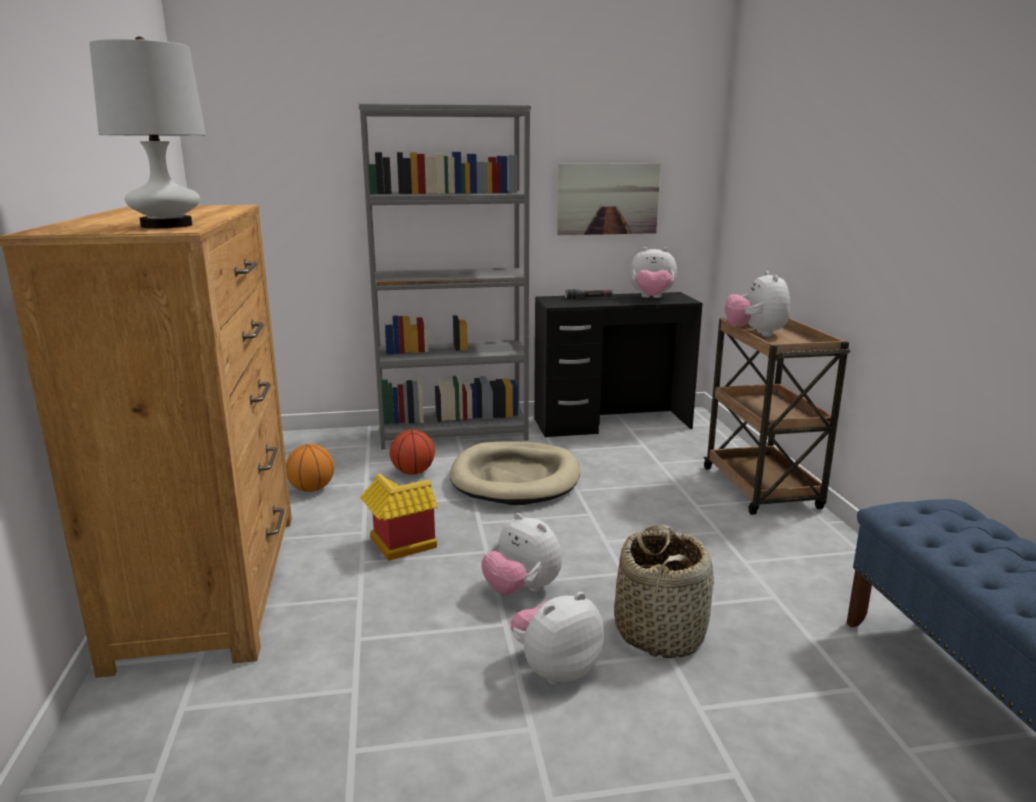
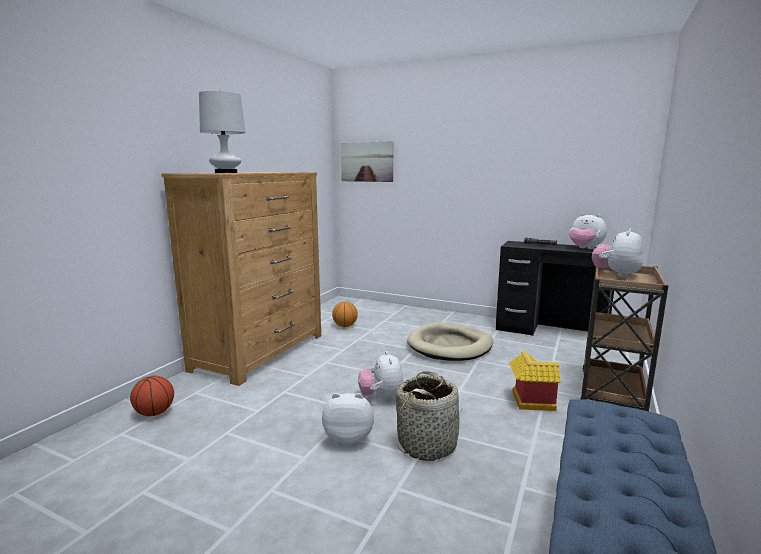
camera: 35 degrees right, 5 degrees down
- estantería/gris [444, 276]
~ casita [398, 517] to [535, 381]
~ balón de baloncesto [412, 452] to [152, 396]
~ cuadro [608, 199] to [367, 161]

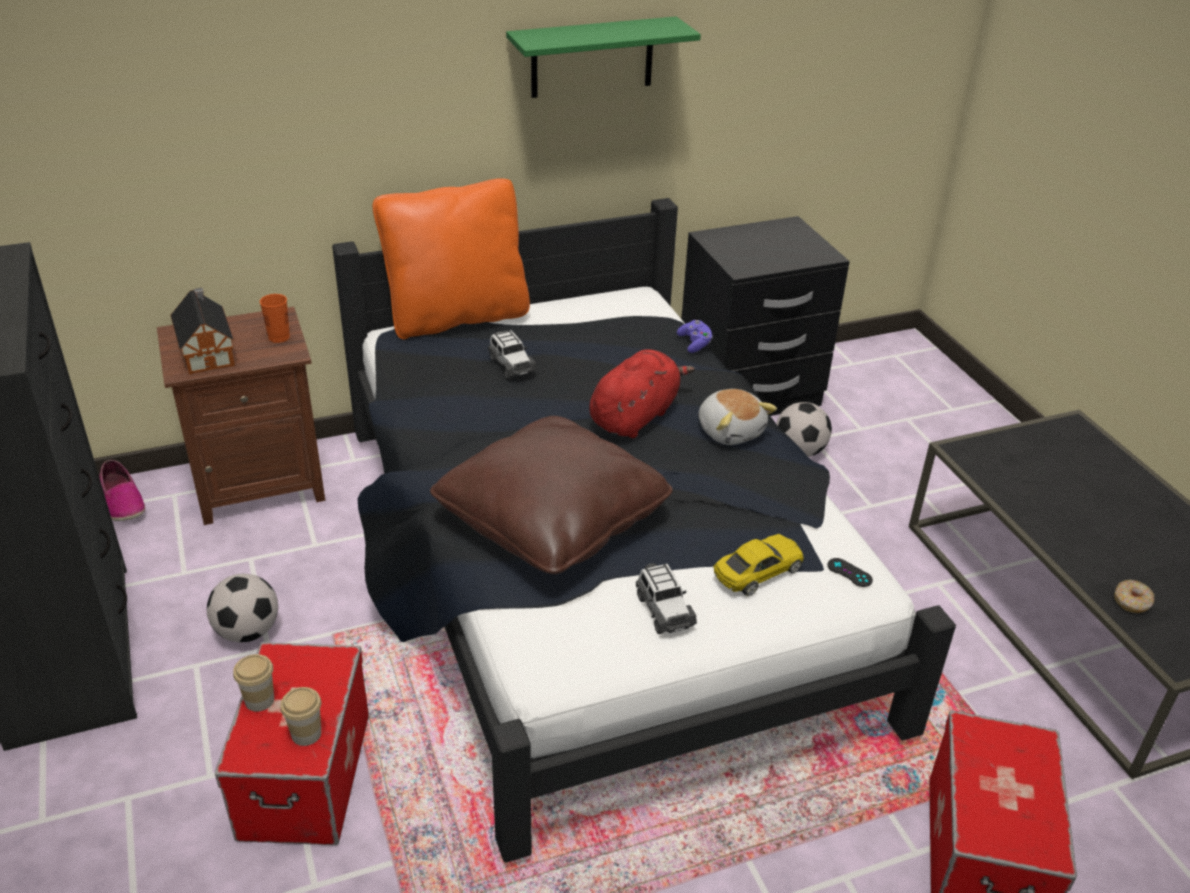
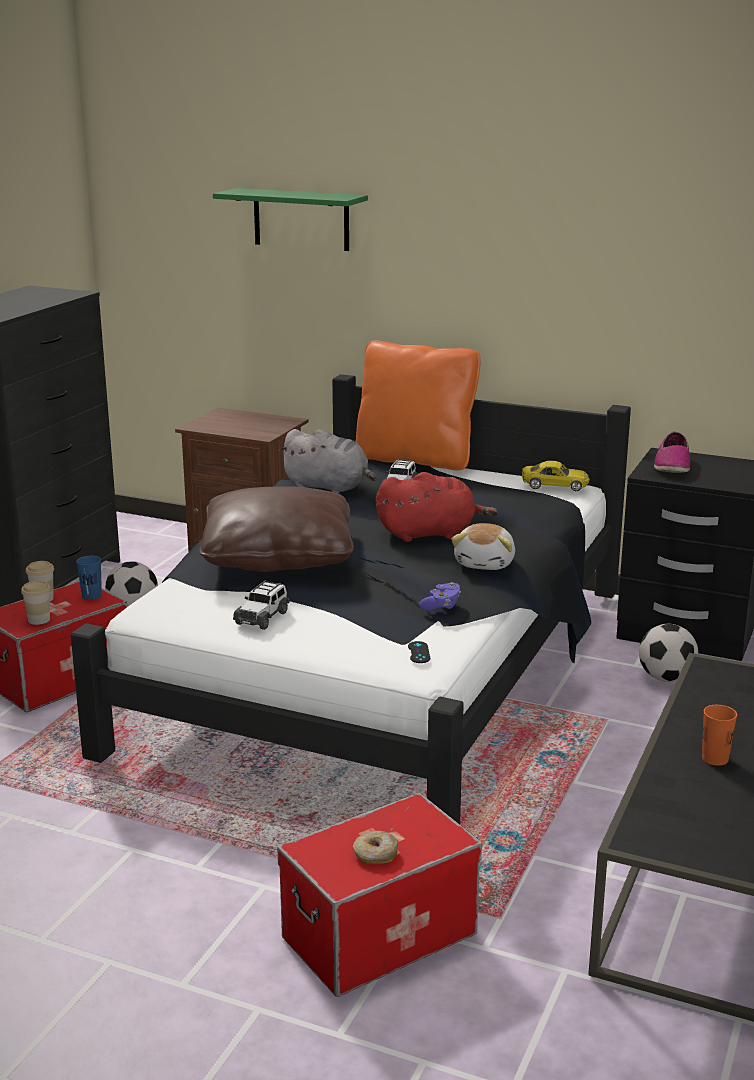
camera: 45 degrees right, 15 degrees down
- casita [202, 331]
+ taza/azul [89, 578]
+ peluche/gris [328, 461]
~ zapato [122, 490] to [672, 452]
~ taza/naranja [275, 318] to [719, 735]
~ estante/verde [603, 57] to [290, 219]
~ mando de consola/morado [695, 336] to [440, 596]
~ coche de juguete/amarillo [758, 565] to [556, 476]
~ rosquilla [1134, 596] to [375, 847]

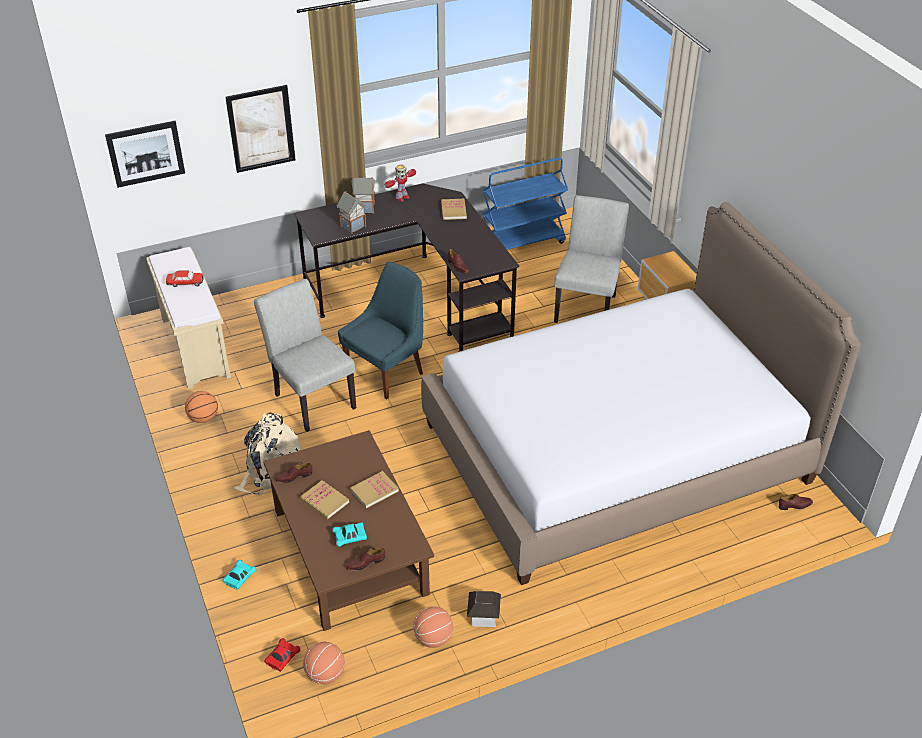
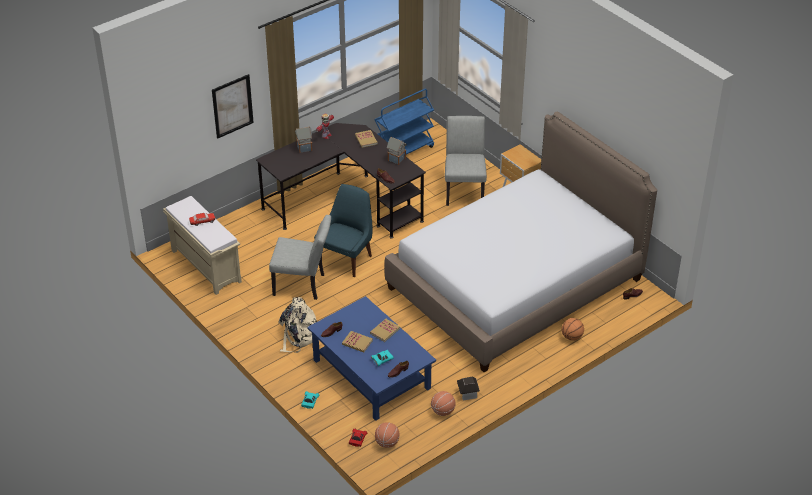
camera: 15 degrees left, 0 degrees up
- cuadro [145, 154]
~ balón de baloncesto [201, 407] to [573, 329]
~ casita [351, 212] to [397, 150]
~ mesa de centro/marrón [348, 530] to mesa de centro/azul [371, 358]
~ silla/gris [305, 355] = [300, 257] 150 degrees clockwise

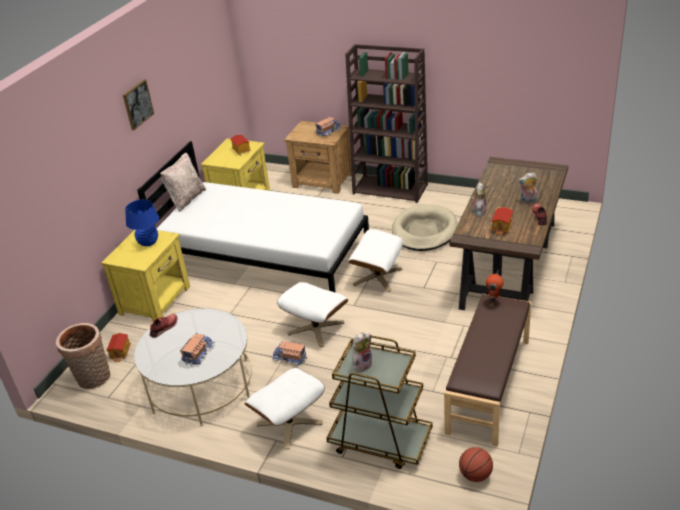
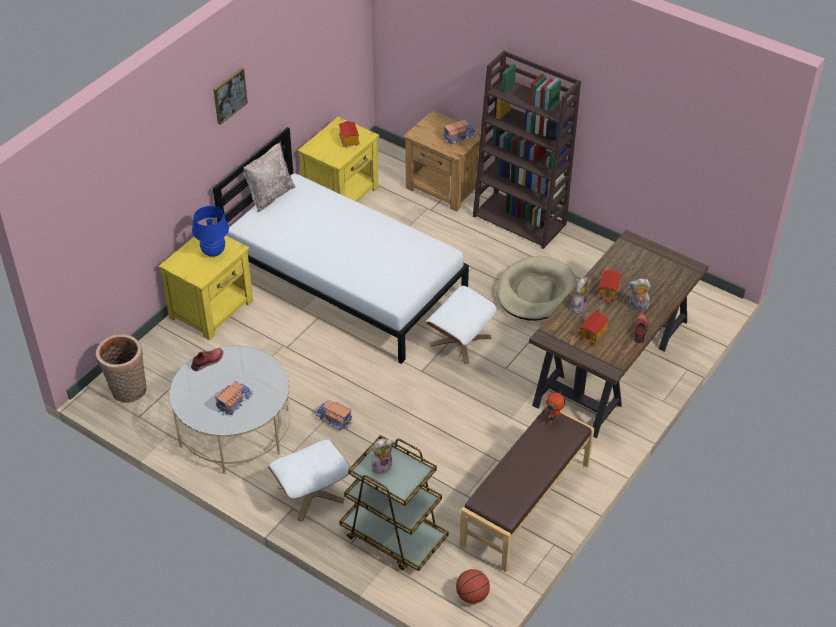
camera: 10 degrees right, 10 degrees up
- puf/blanco [312, 314]
~ casita [118, 347] to [609, 286]

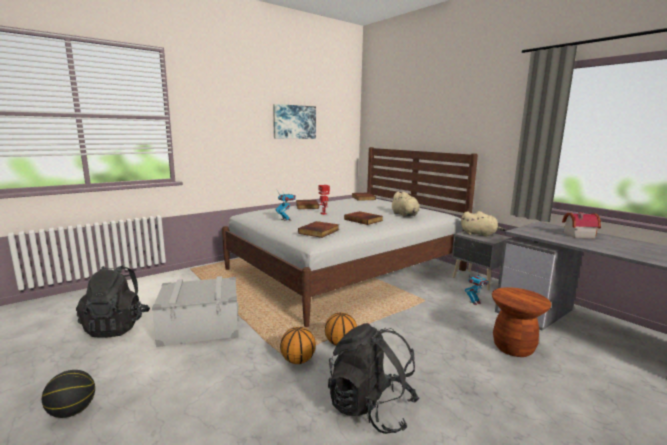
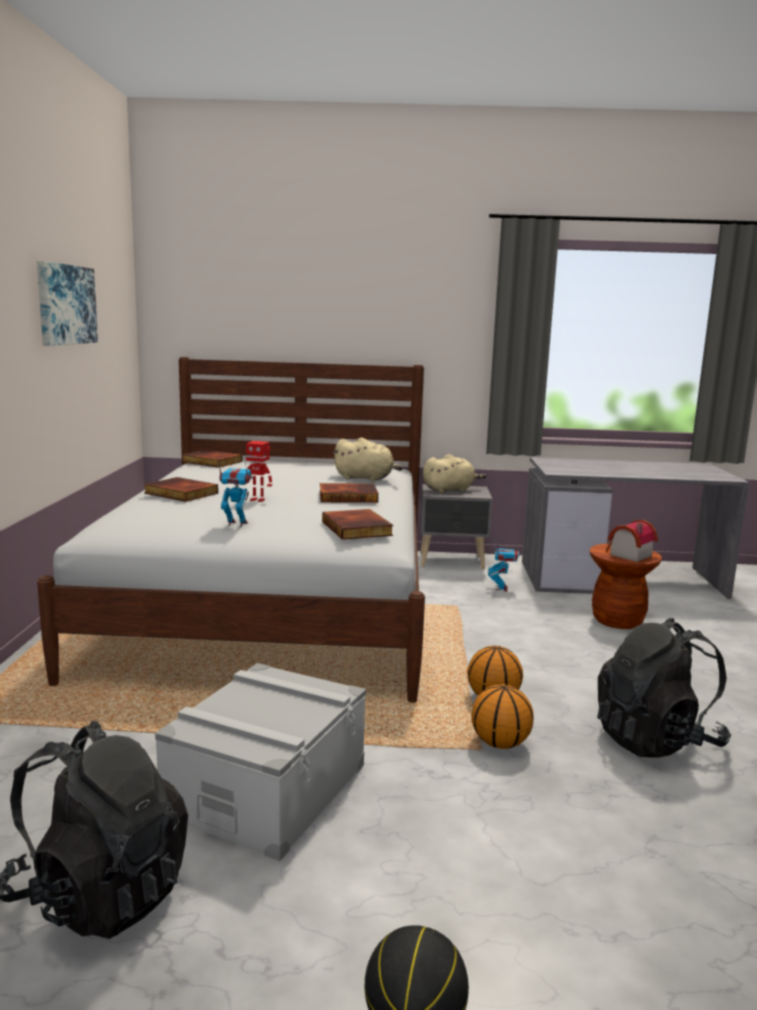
camera: 50 degrees left, 0 degrees up
~ casita [581, 225] to [632, 541]

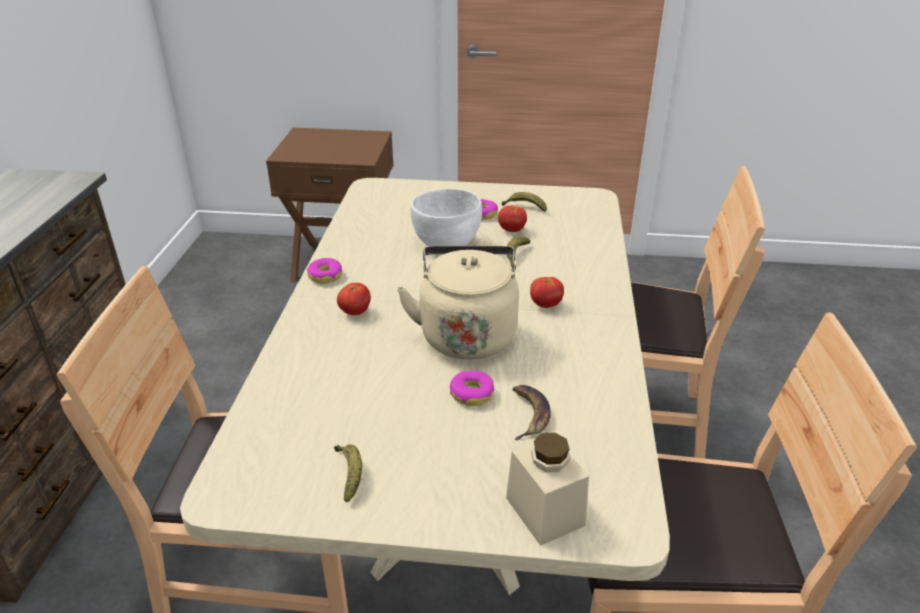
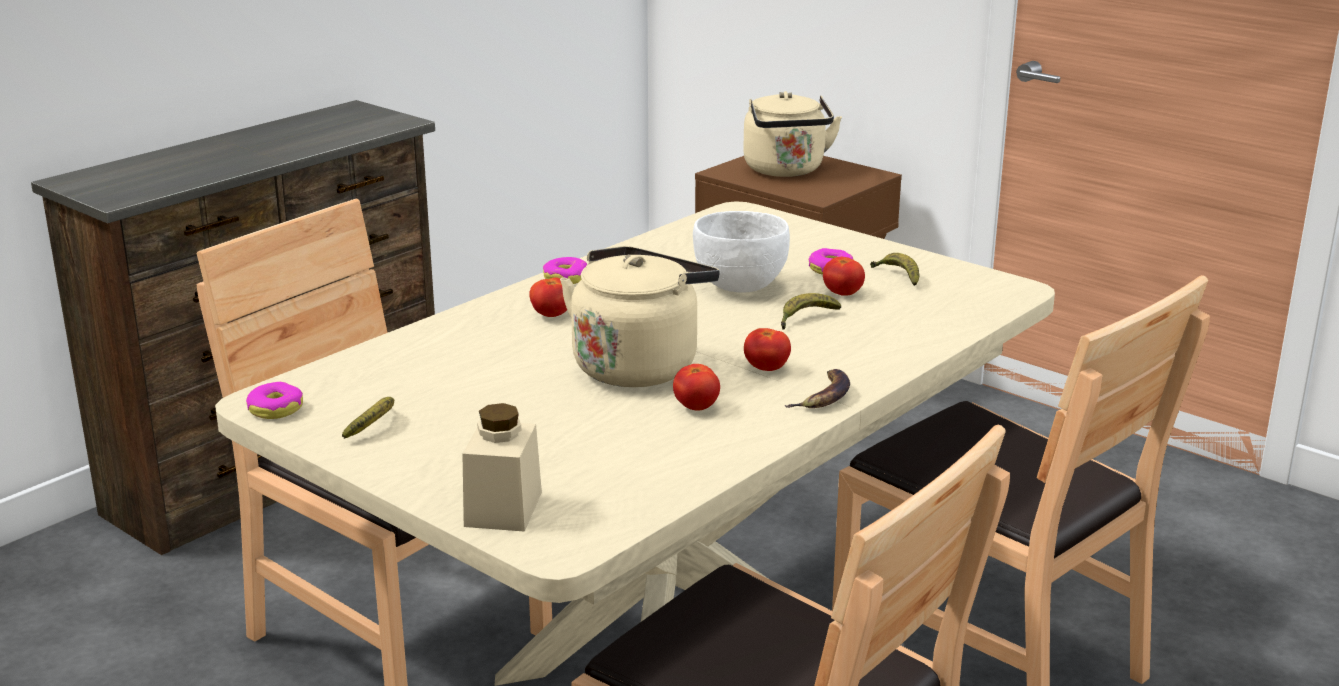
camera: 35 degrees right, 10 degrees down
+ tomate [696, 387]
+ hervidor/beis [792, 134]
~ rosquilla [472, 388] to [274, 400]
~ plátano [532, 412] to [817, 388]

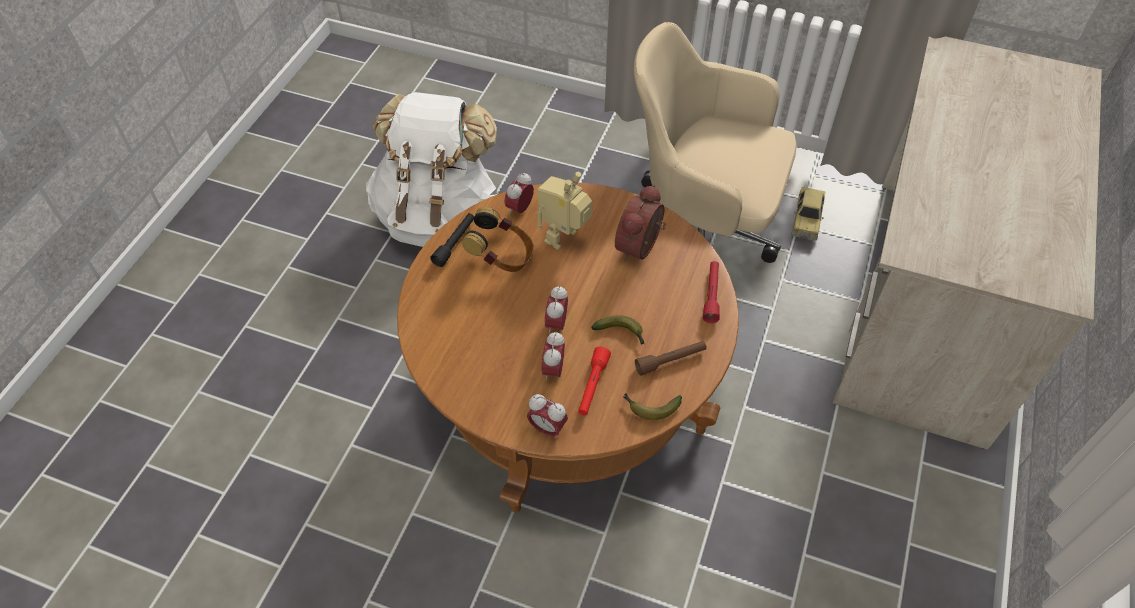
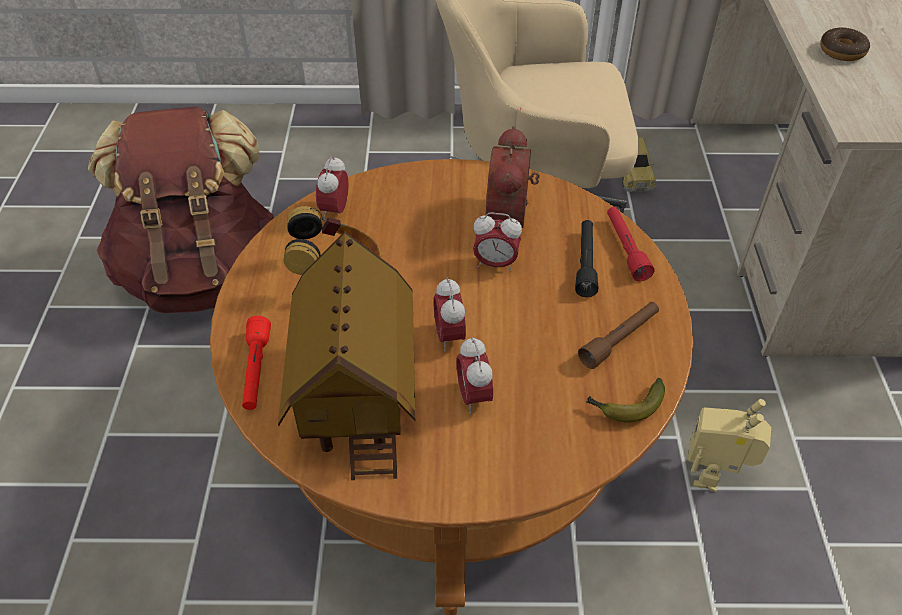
camera: 20 degrees left, 5 degrees down
- plátano [617, 329]
+ casita [346, 355]
+ rosquilla [845, 44]
~ linterna/negro [452, 240] to [586, 258]
~ despertador [547, 417] to [497, 241]
~ robot de juguete [564, 211] to [729, 445]
~ linterna/rojo [594, 381] to [256, 363]
~ mochila/blanco [432, 169] to mochila/marrón [181, 210]

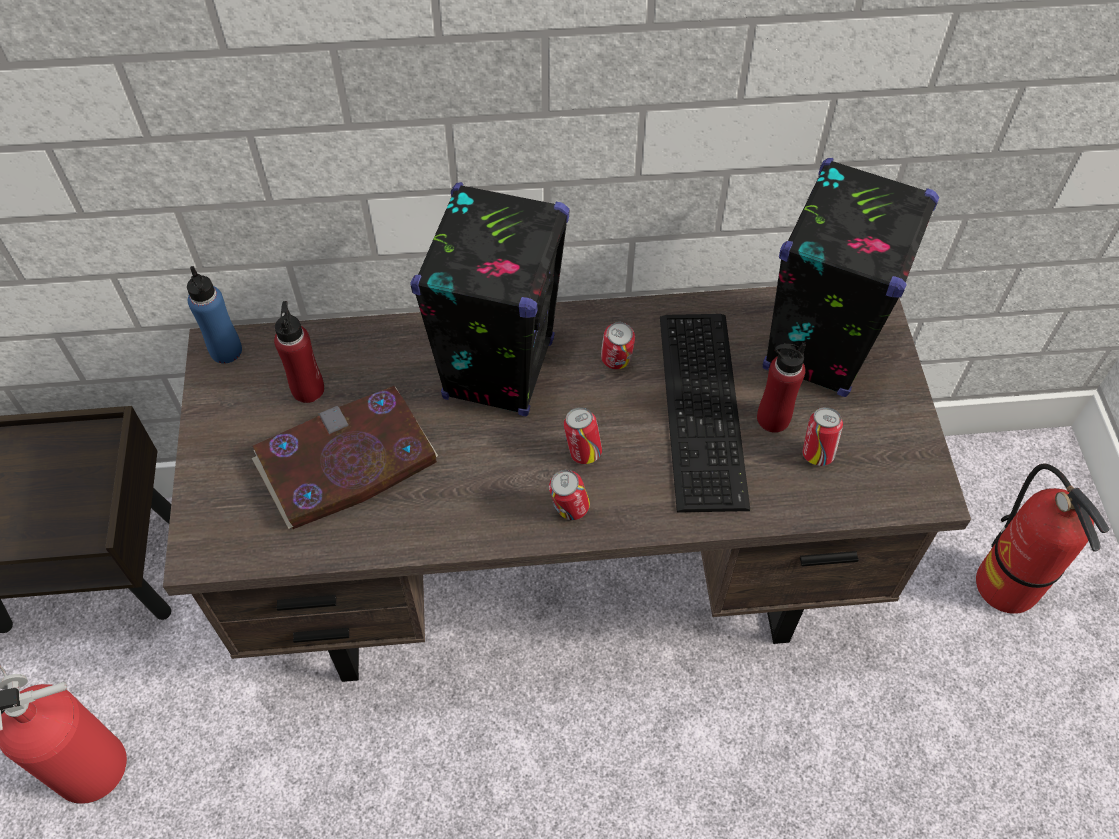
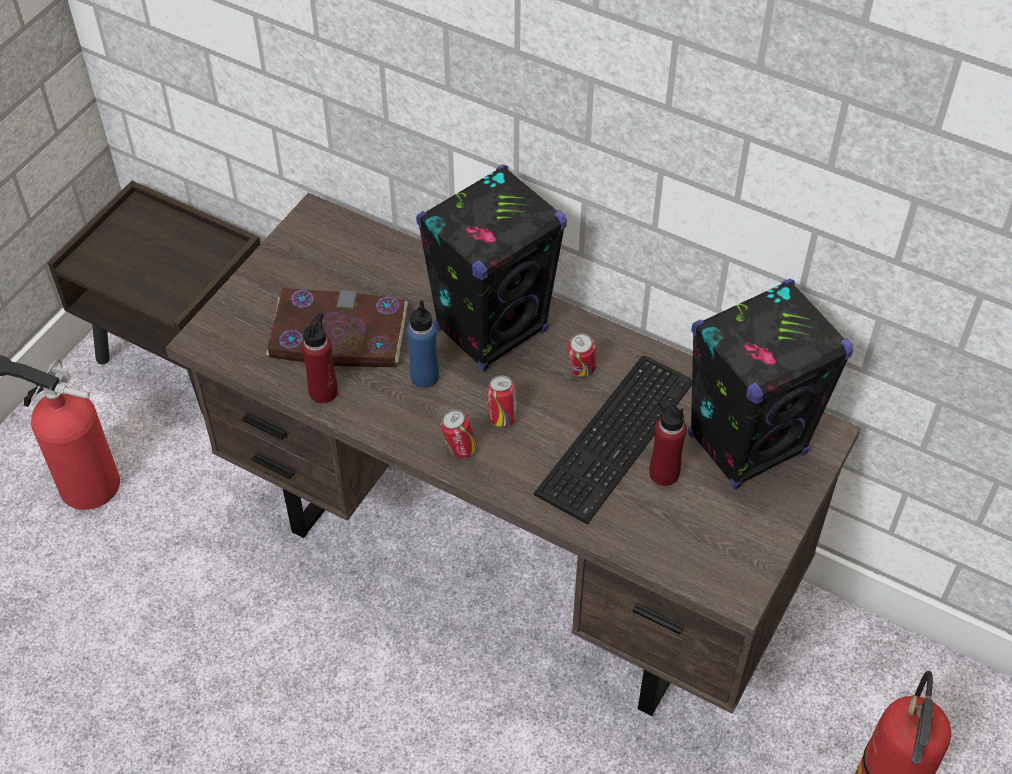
camera: 35 degrees right, 5 degrees down
- lata [822, 436]
~ botella/azul [214, 315] to [423, 344]
~ botella/rojo [299, 352] to [319, 358]

